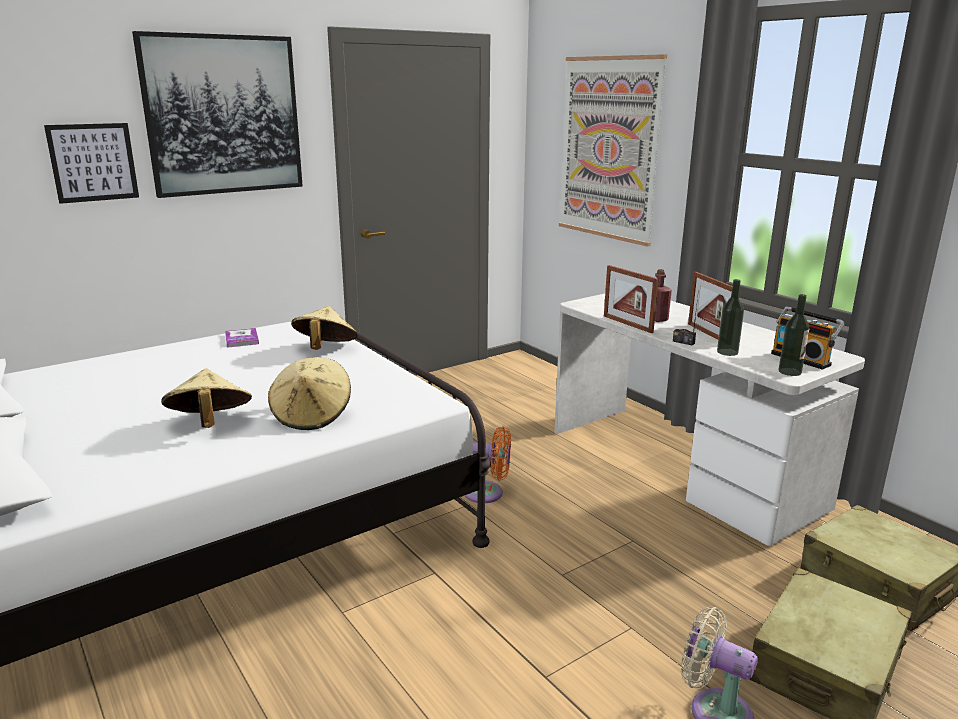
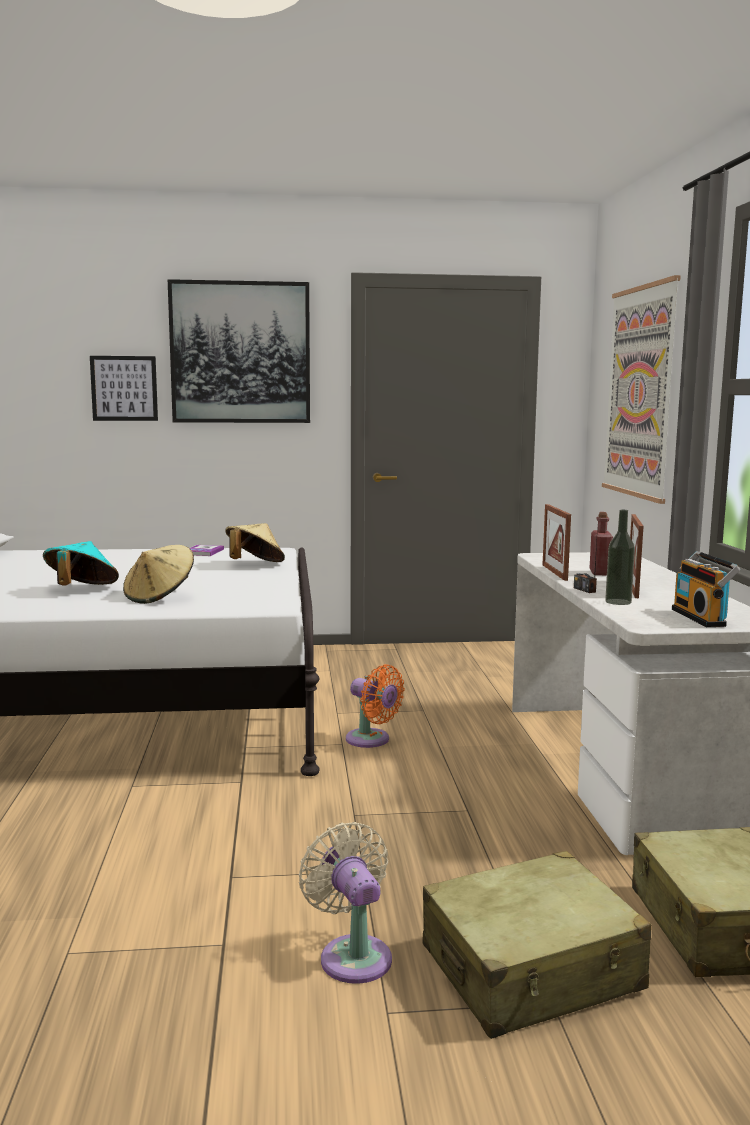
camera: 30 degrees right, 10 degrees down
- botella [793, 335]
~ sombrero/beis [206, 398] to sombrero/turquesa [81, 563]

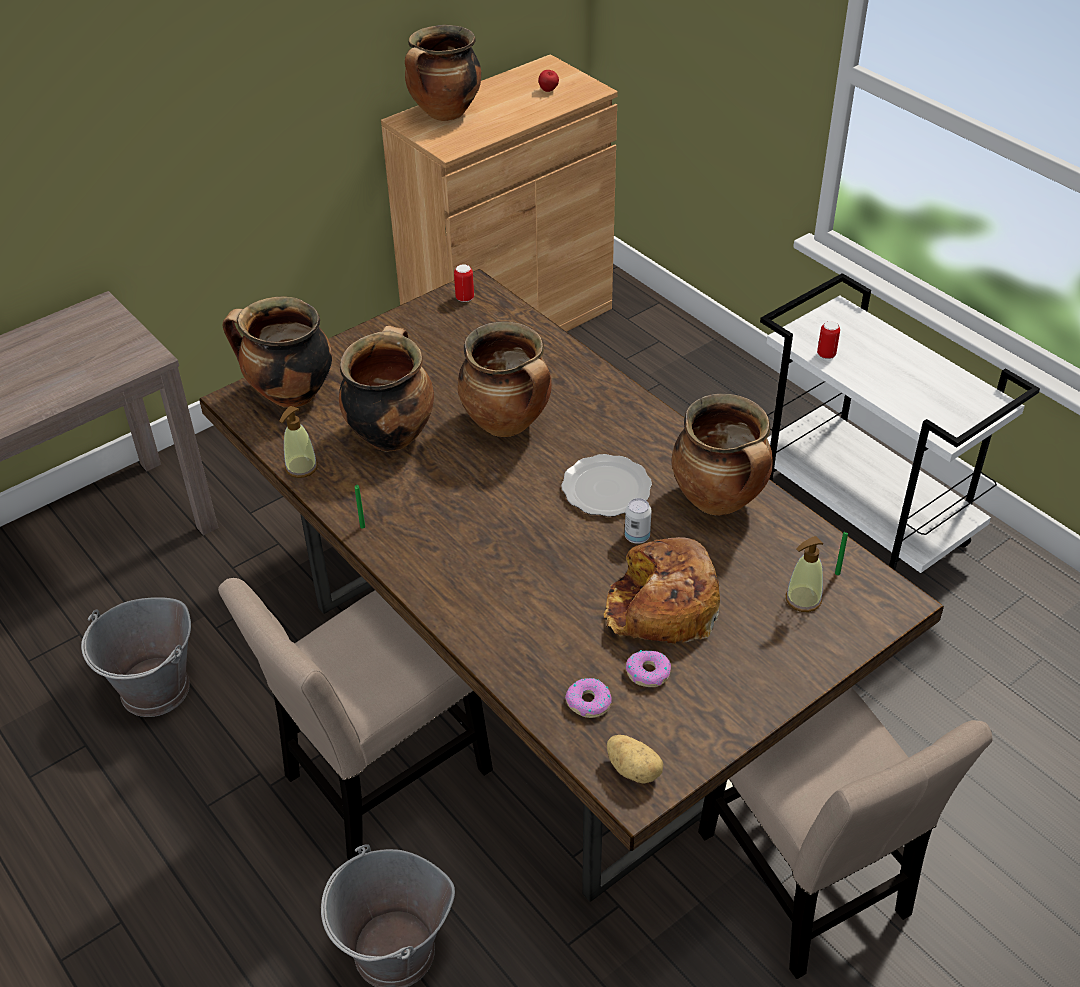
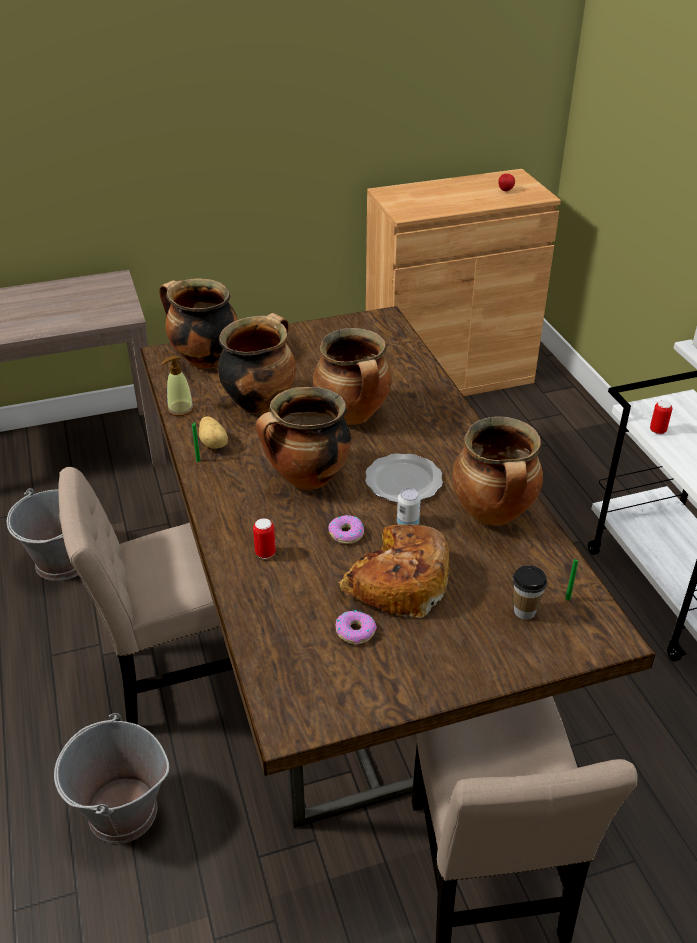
camera: 20 degrees right, 5 degrees down
~ olla [443, 73] to [303, 438]
~ lata [464, 283] to [264, 538]
~ rosquilla [588, 698] to [346, 529]
~ patata [635, 759] to [213, 432]
~ dispensador de jabón [804, 574] to taza [529, 592]

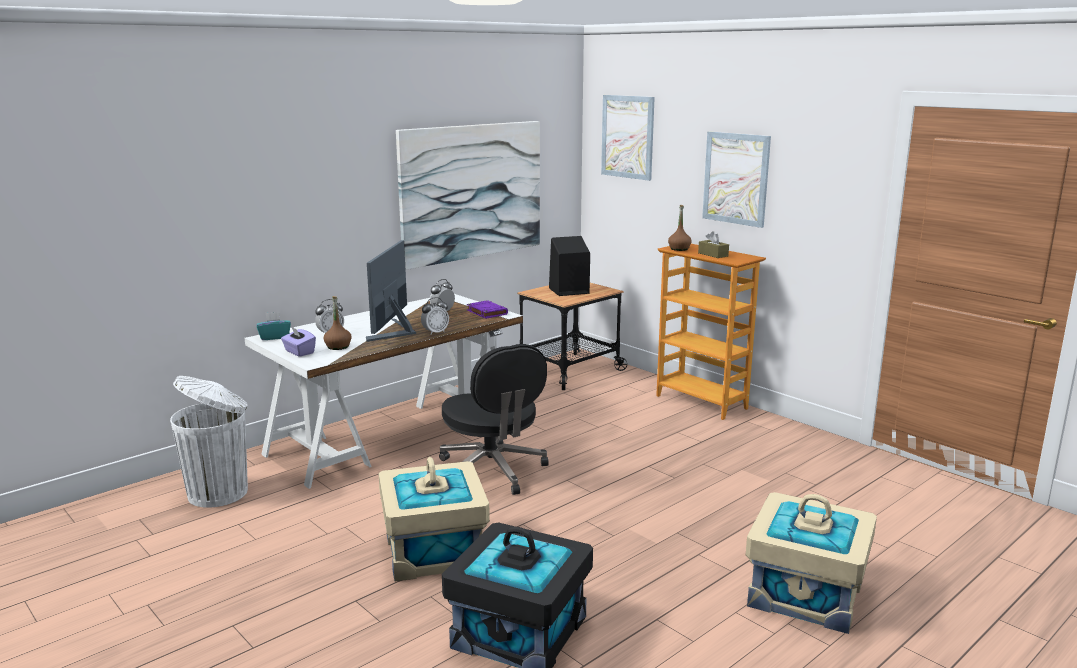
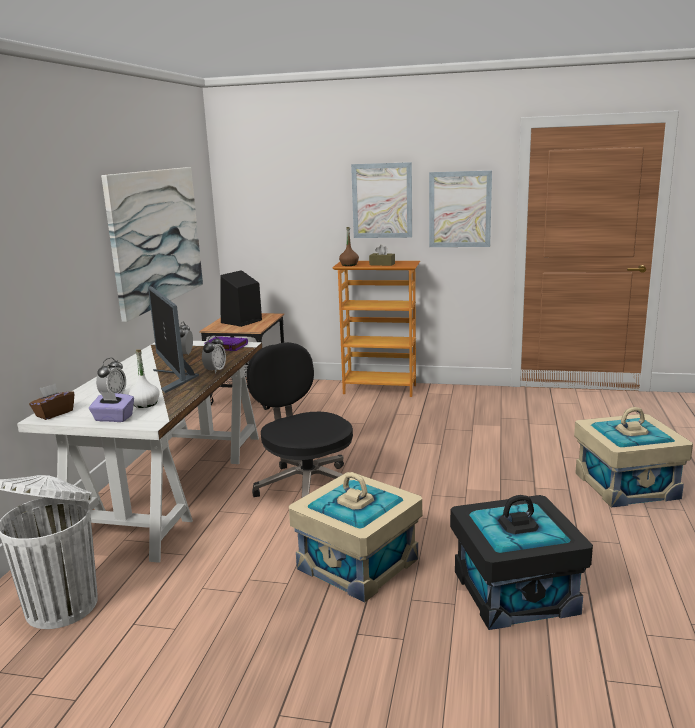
camera: 35 degrees left, 0 degrees up
~ cuadro [628, 138] to [460, 208]
~ caja de pañuelos/turquesa [273, 326] to caja de pañuelos/marrón [51, 402]
~ botella/marrón [338, 323] to botella/blanco [144, 378]
~ silla de oficina/negro [494, 419] = [300, 420] 150 degrees counterclockwise

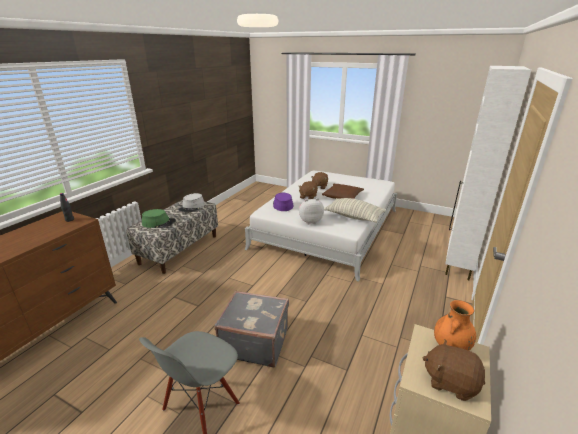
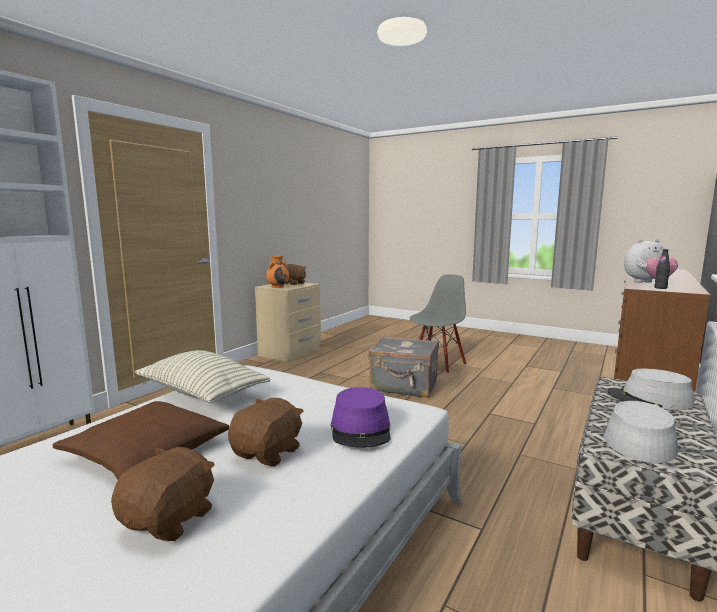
camera: 175 degrees left, 15 degrees down
~ peluche [311, 211] to [651, 261]
~ sombrero/verde [159, 218] to sombrero/gris [650, 389]

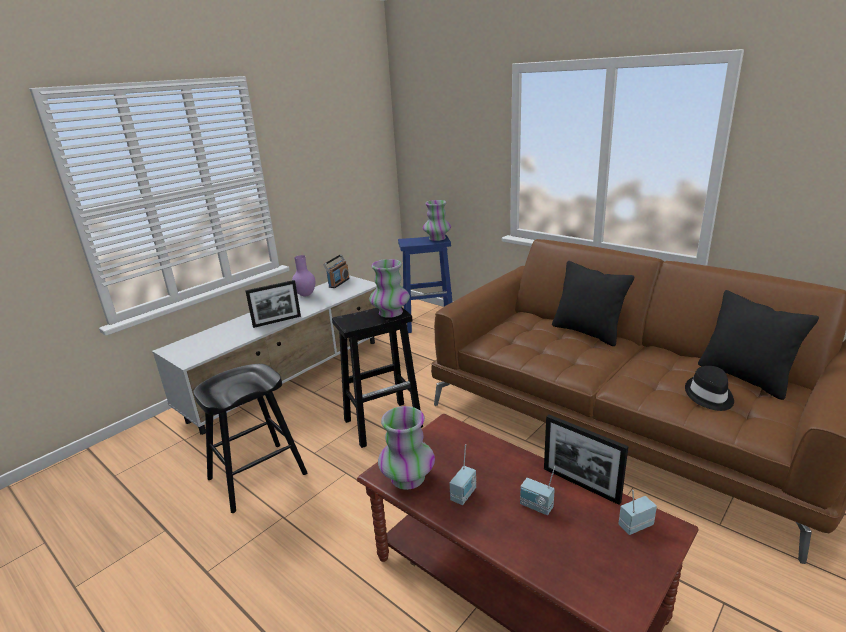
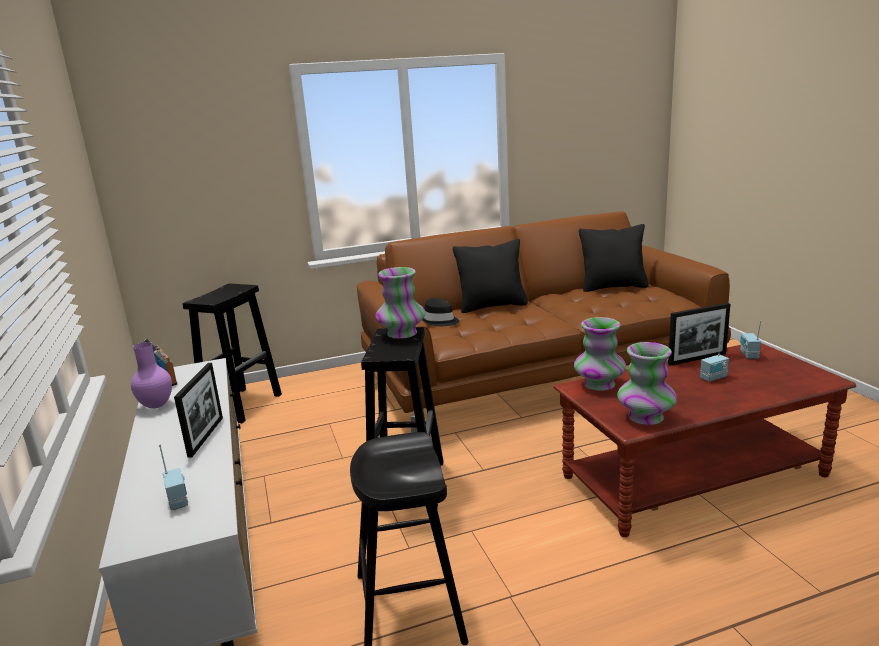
camera: 60 degrees left, 5 degrees down
~ florero [437, 220] to [600, 354]
~ radio [462, 474] to [173, 477]
~ sombrero/negro [709, 388] to [441, 312]
~ taburete/azul [425, 284] to taburete/negro [232, 353]

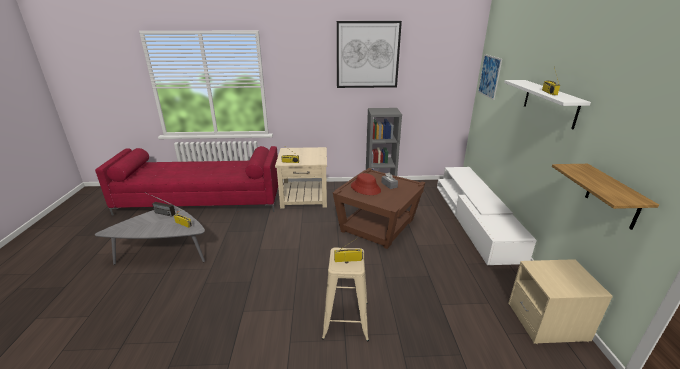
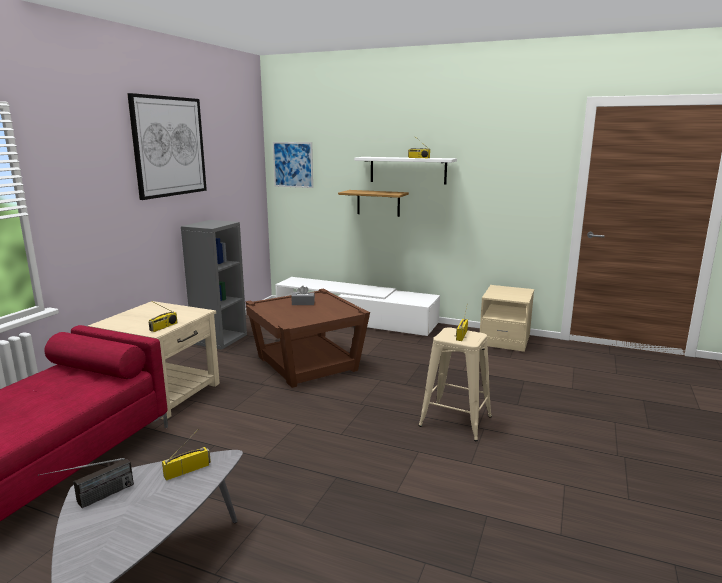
camera: 65 degrees left, 10 degrees down
- sombrero/rojo [366, 184]
~ estante [605, 197] to [373, 203]

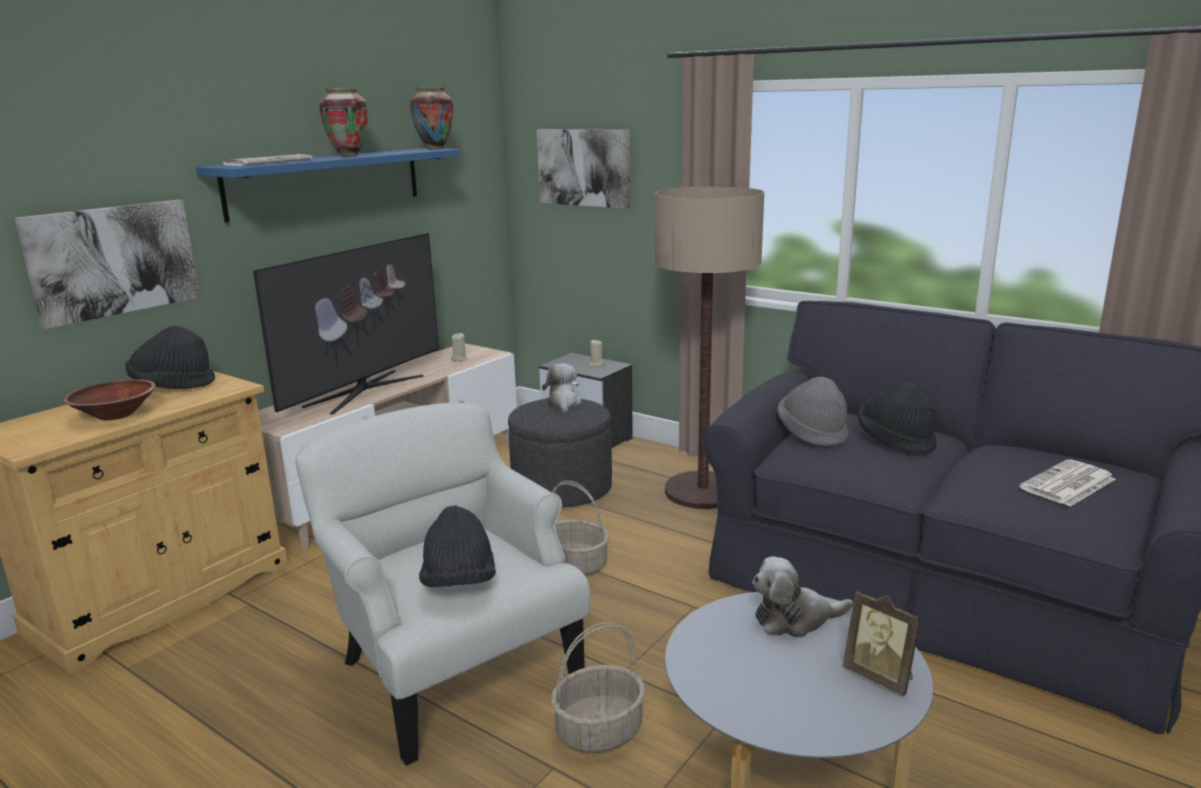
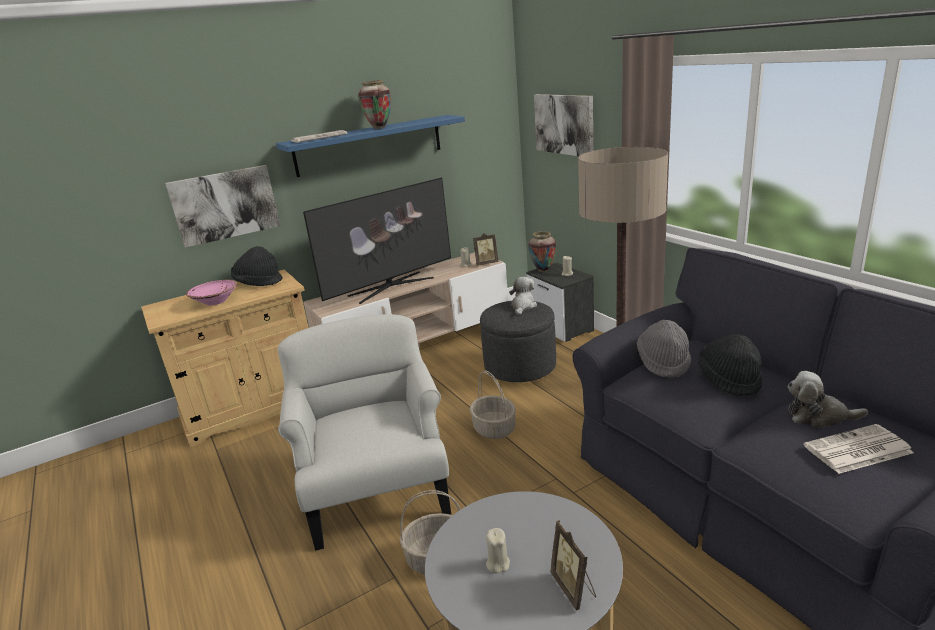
camera: 25 degrees right, 5 degrees up
- sombrero/negro [457, 546]
+ portarretratos [485, 249]
+ vela/beis [498, 551]
~ florero [432, 118] to [542, 251]
~ peluche [802, 597] to [828, 399]
~ cuenco/marrón [109, 400] to cuenco/rosa [211, 292]

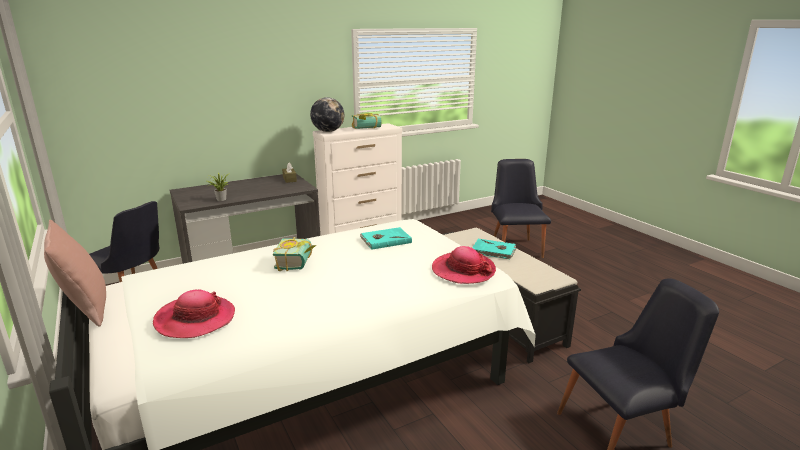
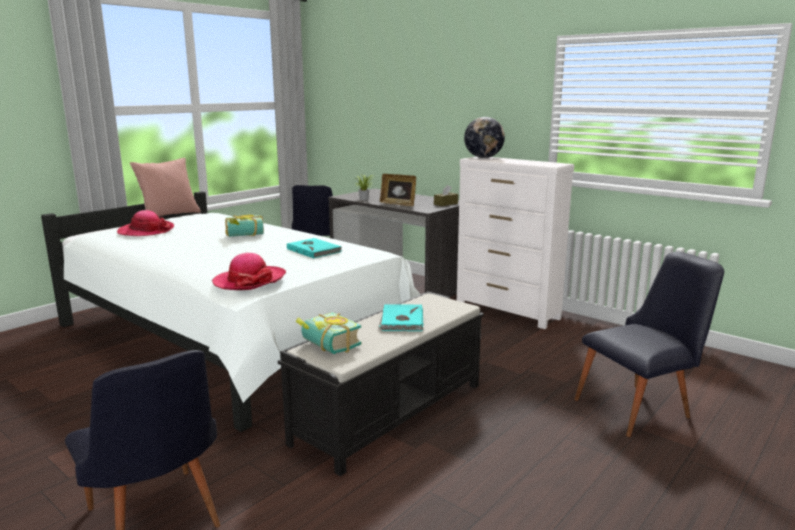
camera: 70 degrees right, 5 degrees down
+ portarretratos [398, 190]
~ libro [367, 121] to [328, 333]

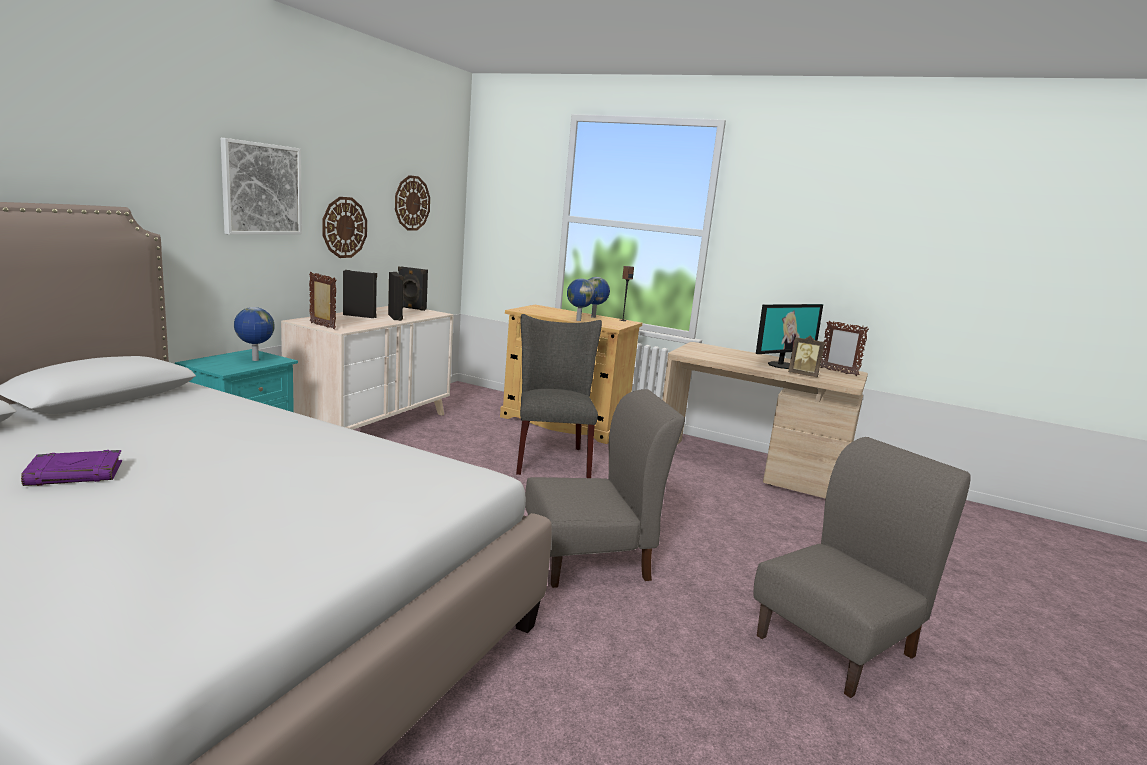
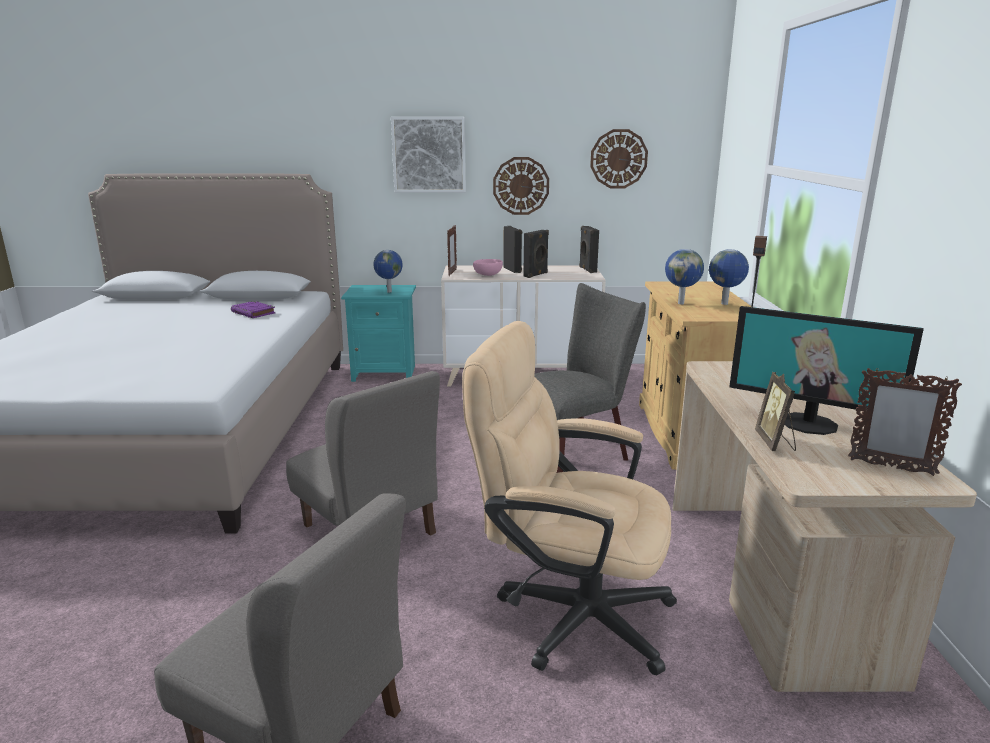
camera: 65 degrees right, 5 degrees up
+ silla de oficina/beis [569, 498]
+ cuenco/rosa [488, 267]
~ libro/morado [71, 468] to [253, 309]
~ portarretratos [844, 348] = [905, 422] 75 degrees counterclockwise

